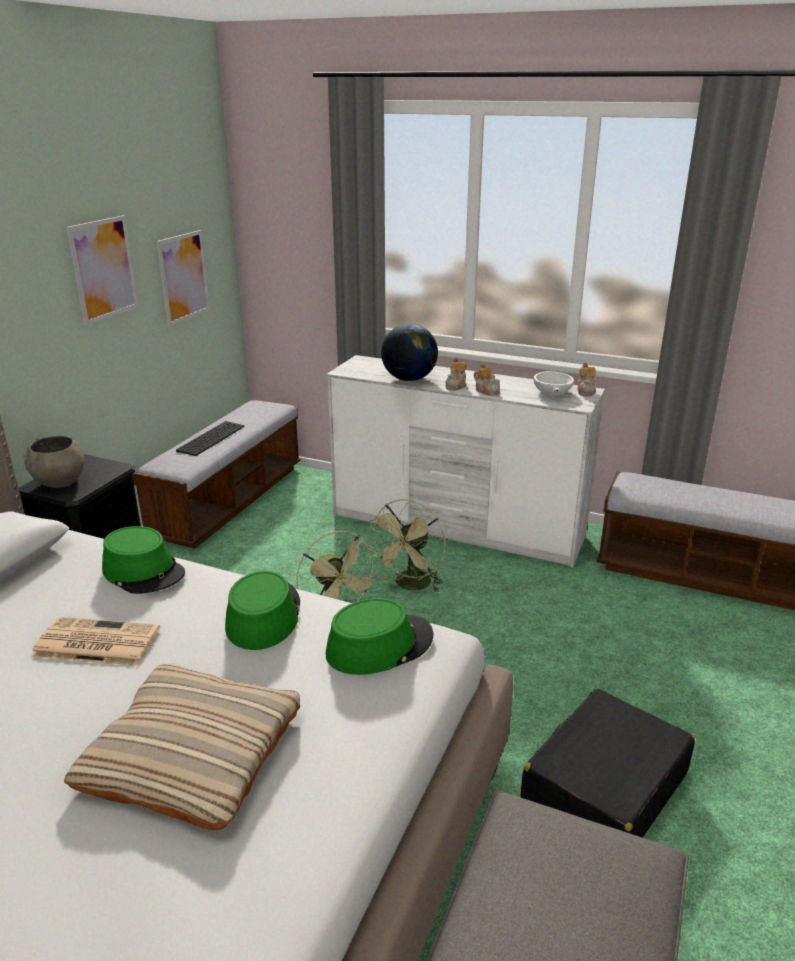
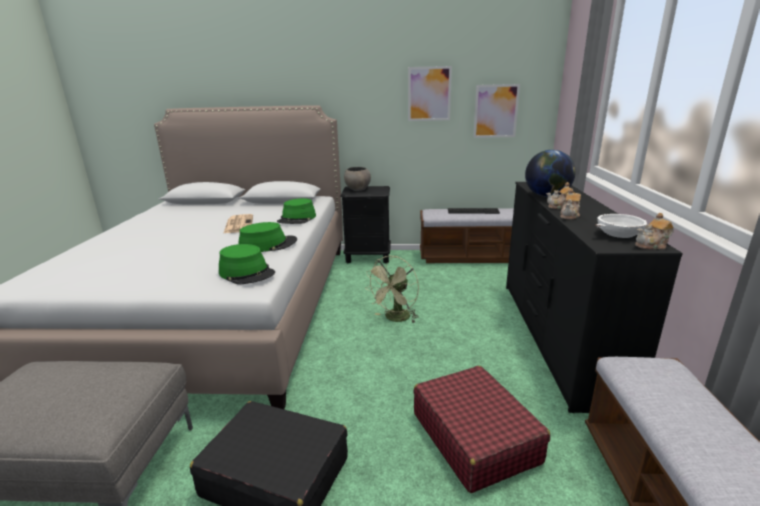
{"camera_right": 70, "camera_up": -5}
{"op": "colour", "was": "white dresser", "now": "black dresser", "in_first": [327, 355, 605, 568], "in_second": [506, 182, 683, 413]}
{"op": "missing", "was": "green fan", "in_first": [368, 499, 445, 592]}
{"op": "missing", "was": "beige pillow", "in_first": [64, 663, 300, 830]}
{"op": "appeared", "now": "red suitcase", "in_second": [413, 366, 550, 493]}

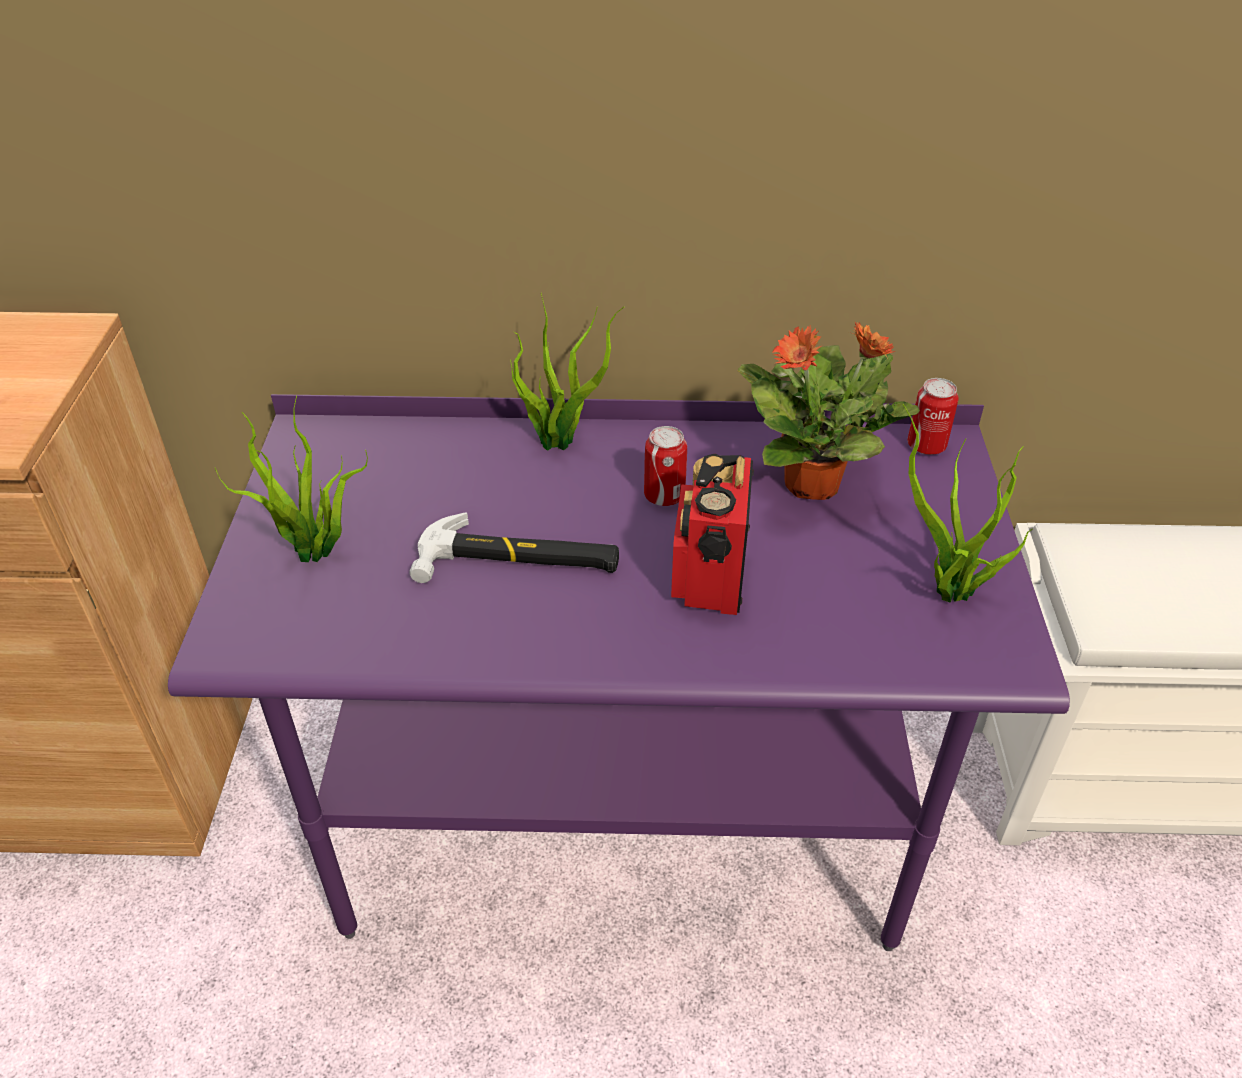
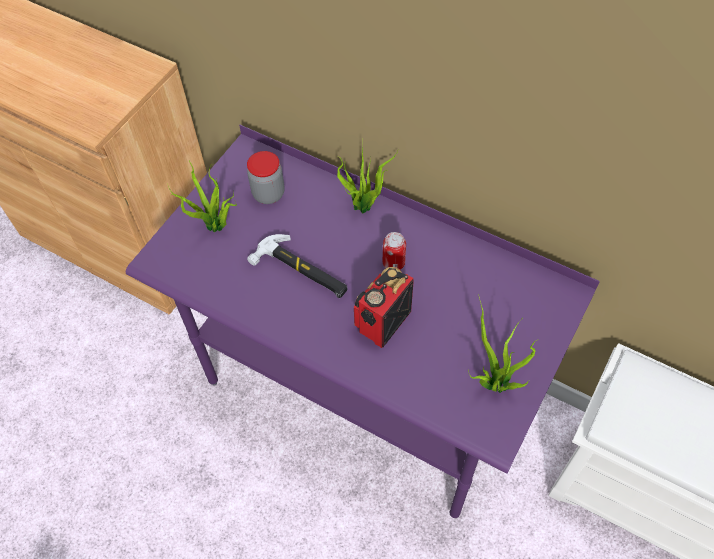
{"camera_right": 30, "camera_up": 15}
{"op": "missing", "was": "potted plant", "in_first": [737, 322, 920, 500]}
{"op": "missing", "was": "can", "in_first": [907, 378, 958, 455]}
{"op": "appeared", "now": "jar", "in_second": [247, 151, 284, 204]}

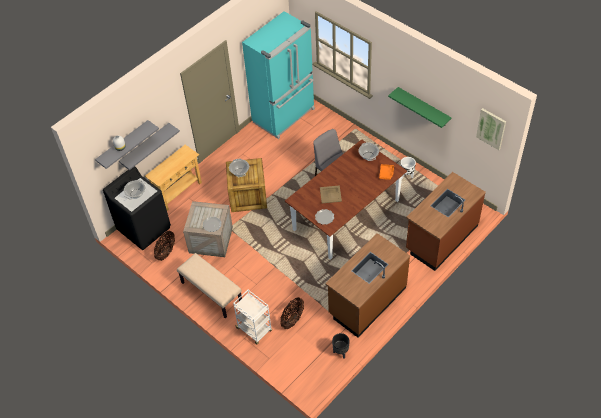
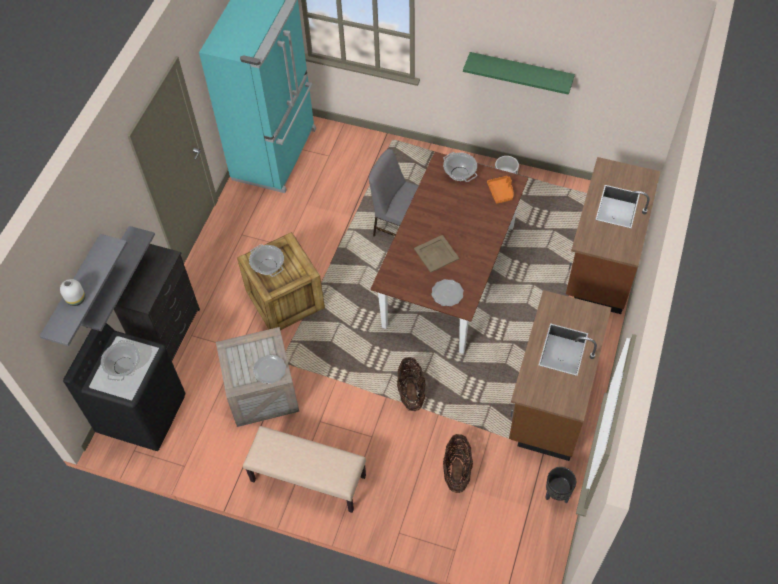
{"camera_right": -25, "camera_up": 5}
{"op": "missing", "was": "picture", "in_first": [476, 108, 506, 150]}
{"op": "exchanged", "was": "beige console table", "now": "black dresser", "in_first": [145, 145, 202, 211], "in_second": [114, 244, 200, 361]}
{"op": "relocated", "was": "basket", "in_first": [154, 231, 175, 261], "in_second": [397, 357, 426, 411]}
{"op": "missing", "was": "white cart", "in_first": [233, 290, 272, 344]}

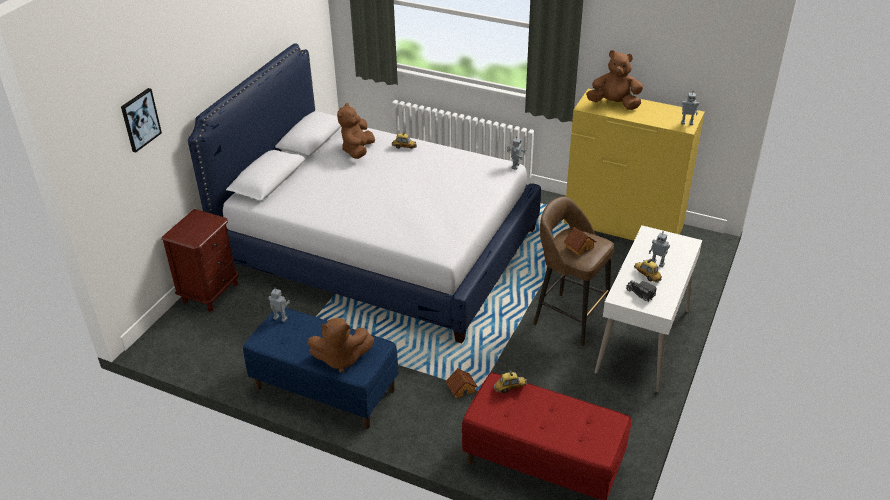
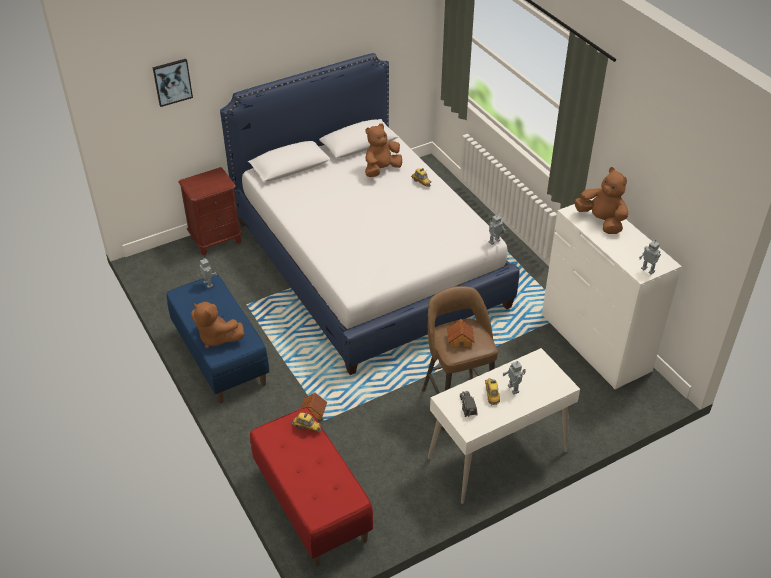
{"camera_right": 35, "camera_up": 5}
{"op": "colour", "was": "yellow dresser", "now": "white dresser", "in_first": [564, 89, 705, 241], "in_second": [542, 197, 682, 390]}

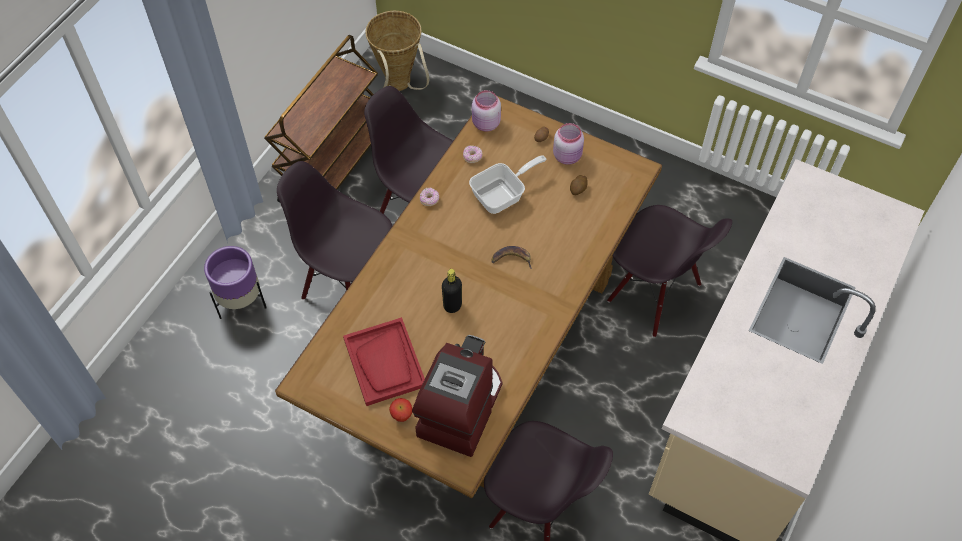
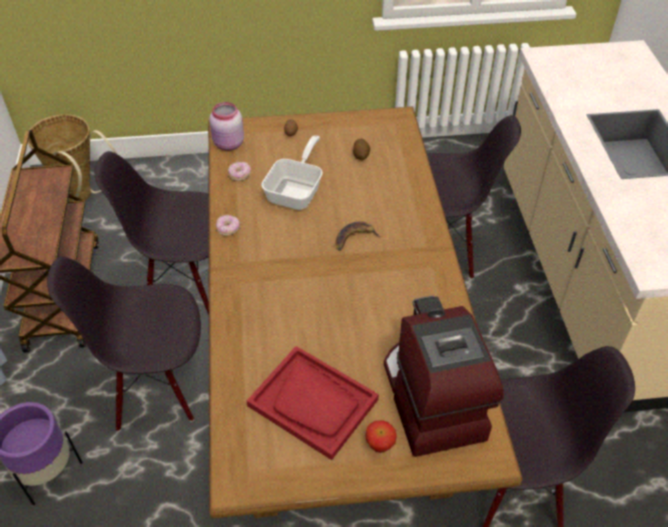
{"camera_right": -35, "camera_up": -10}
{"op": "missing", "was": "pink jar", "in_first": [553, 123, 584, 165]}
{"op": "missing", "was": "black bottle", "in_first": [442, 269, 462, 313]}

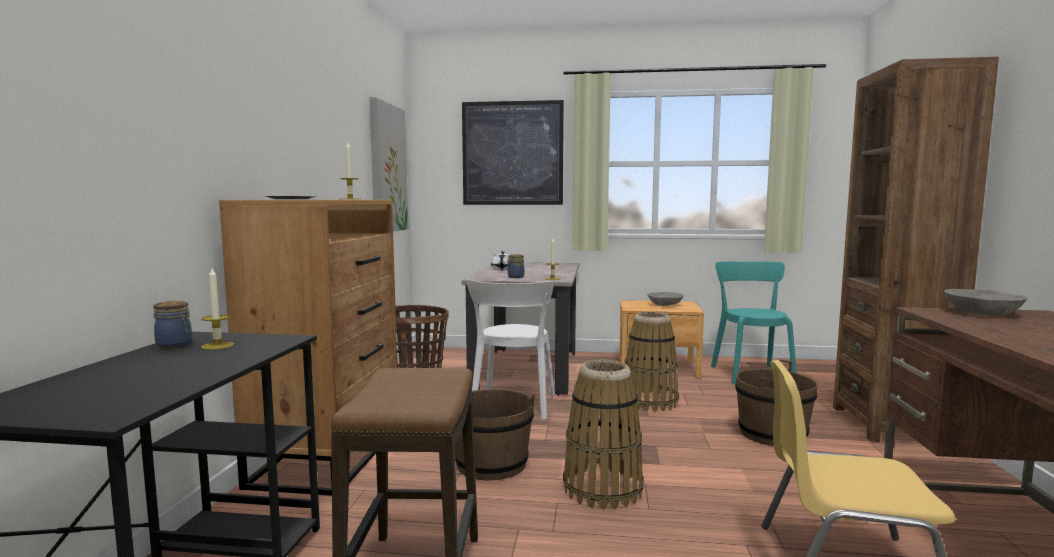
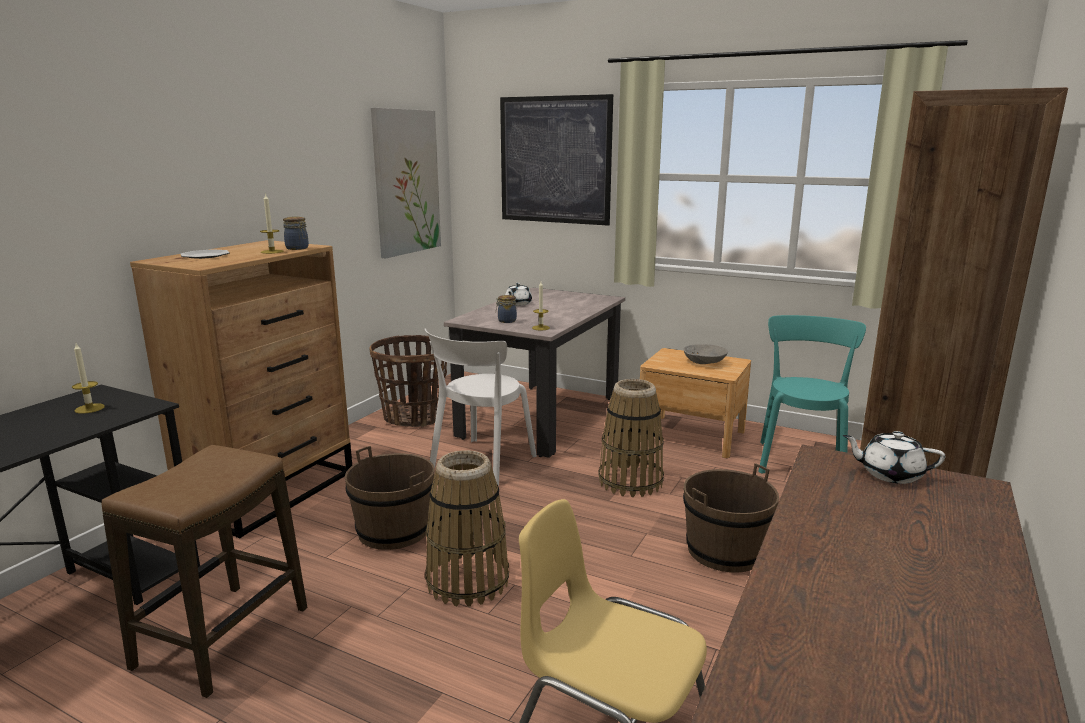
{"camera_right": 20, "camera_up": 10}
{"op": "exchanged", "was": "grey bowl", "now": "white teapot", "in_first": [944, 289, 1027, 315], "in_second": [843, 431, 945, 484]}
{"op": "relocated", "was": "jar", "in_first": [153, 301, 192, 349], "in_second": [283, 216, 309, 250]}

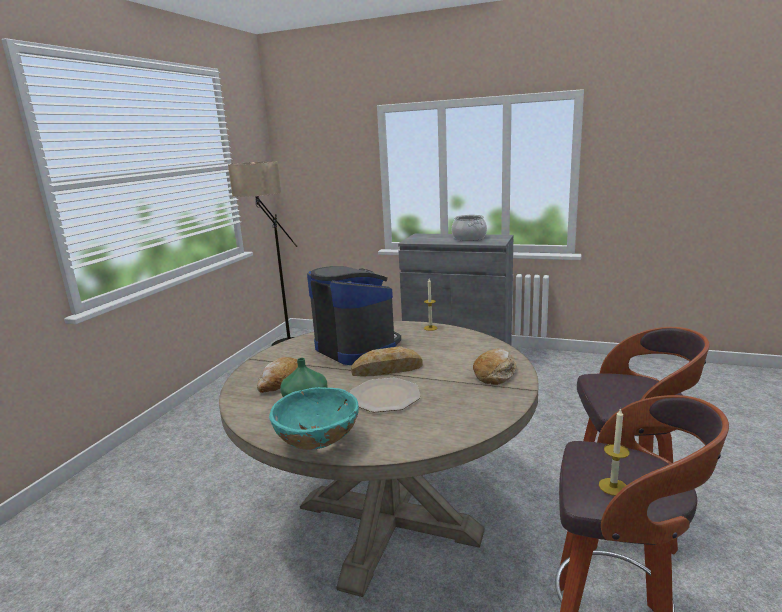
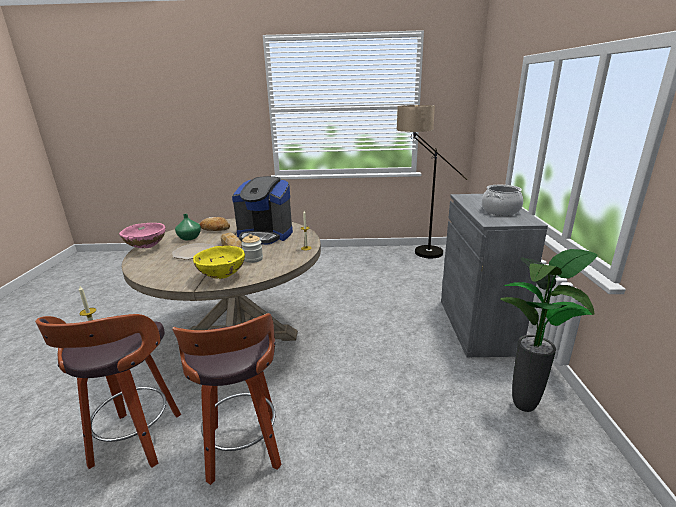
{"camera_right": 70, "camera_up": 5}
{"op": "spun", "was": "coffee machine", "in_first": [307, 266, 401, 365], "in_second": [232, 176, 293, 245], "clockwise": 75}
{"op": "exchanged", "was": "bread", "now": "yellow bowl", "in_first": [473, 348, 517, 385], "in_second": [193, 246, 245, 279]}
{"op": "colour", "was": "turquoise bowl", "now": "pink bowl", "in_first": [269, 387, 359, 450], "in_second": [119, 223, 166, 248]}
{"op": "appeared", "now": "jar", "in_second": [241, 234, 263, 263]}
{"op": "appeared", "now": "potted plant", "in_second": [500, 249, 597, 412]}

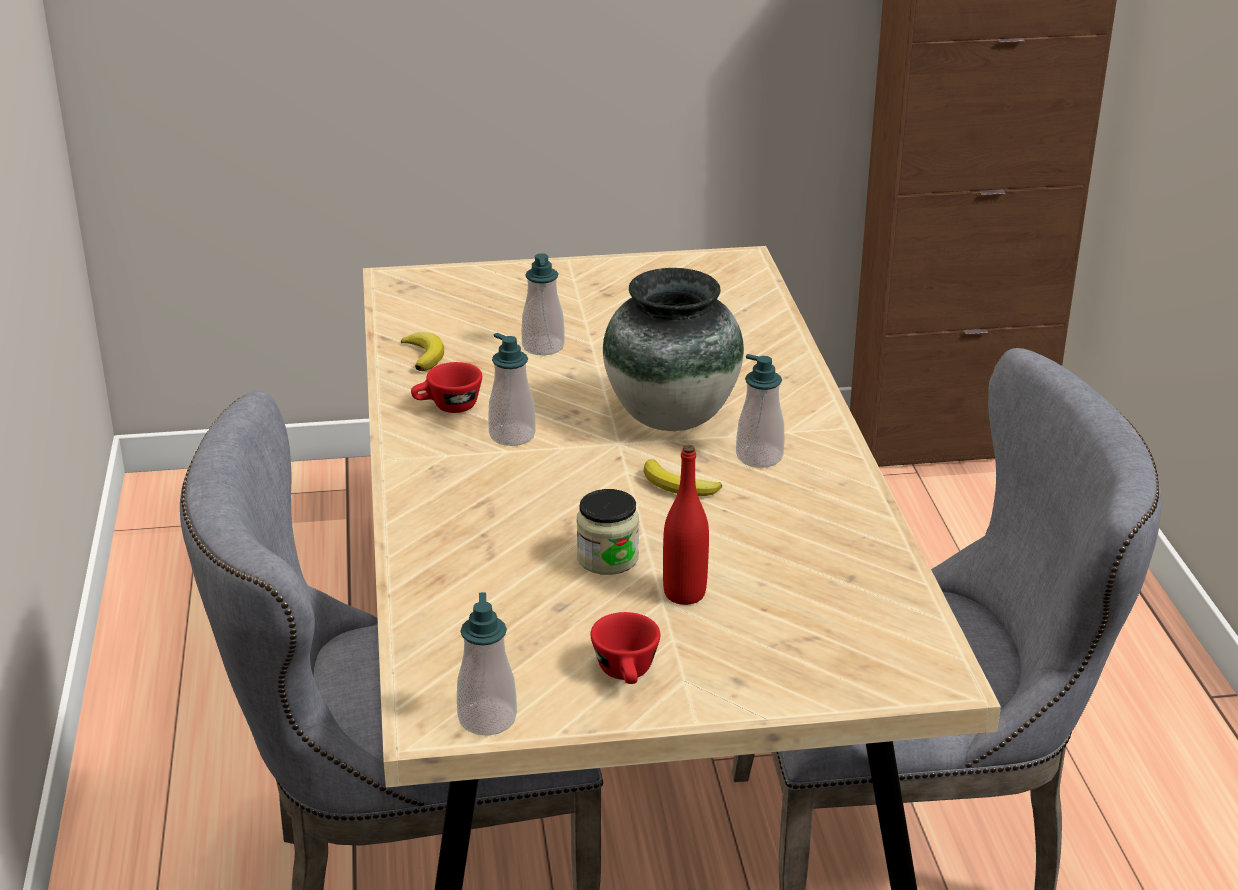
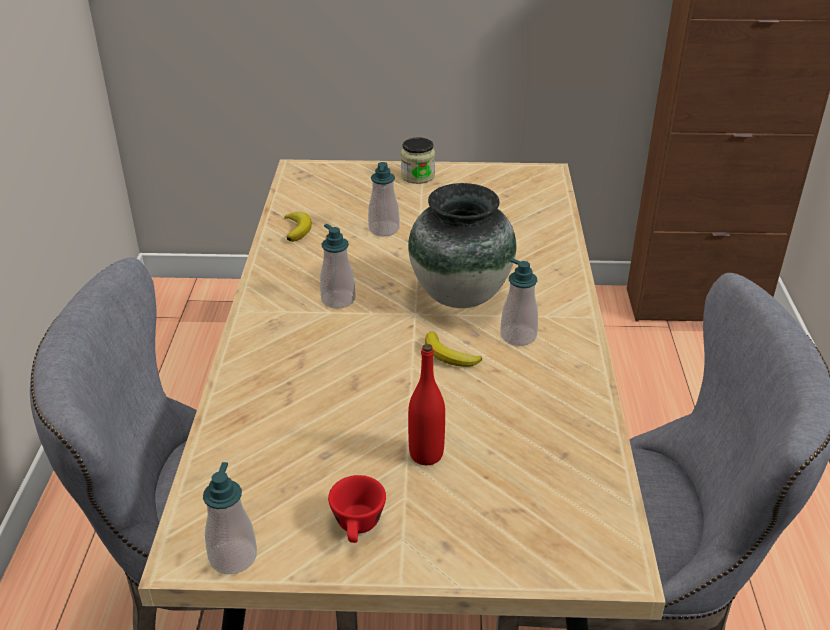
{"camera_right": 10, "camera_up": 5}
{"op": "missing", "was": "red cup", "in_first": [411, 362, 482, 413]}
{"op": "relocated", "was": "jar", "in_first": [577, 489, 639, 575], "in_second": [401, 137, 435, 184]}

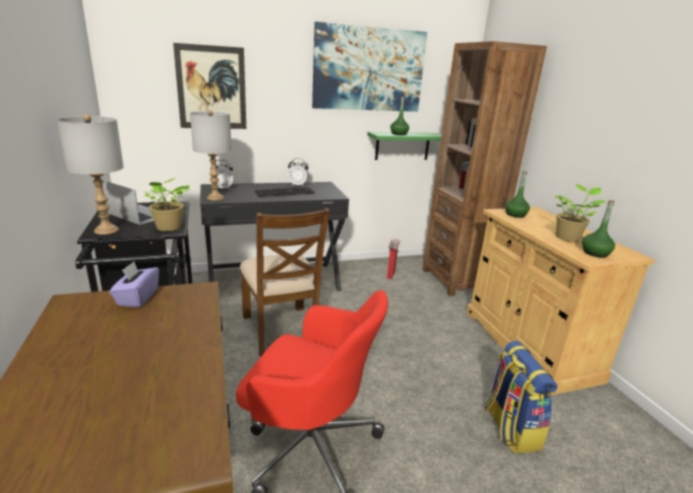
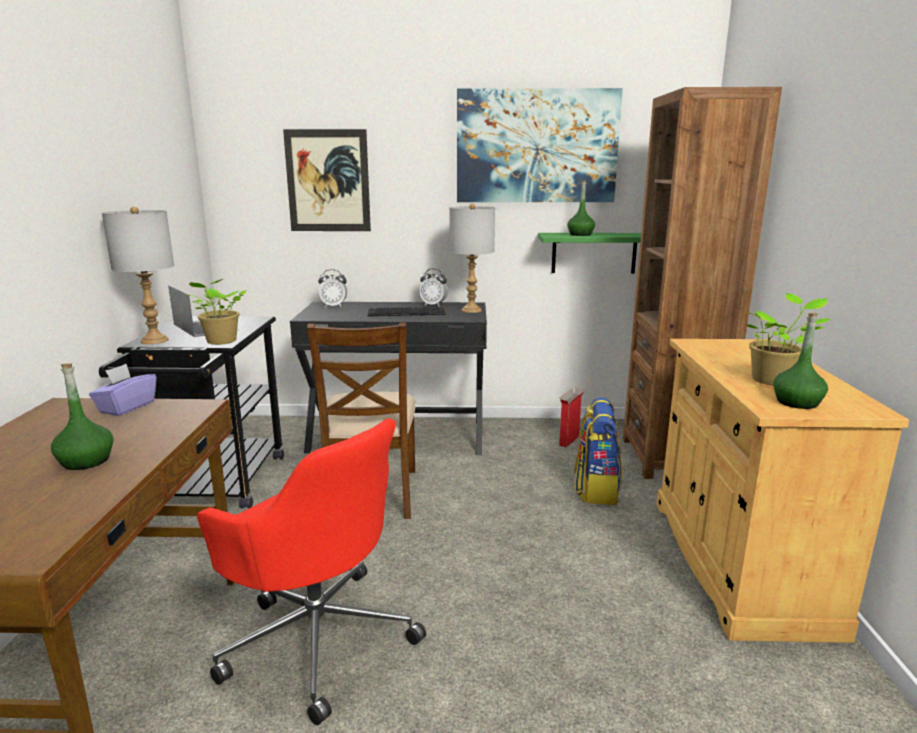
{"camera_right": 20, "camera_up": -5}
{"op": "relocated", "was": "grey table lamp", "in_first": [190, 110, 232, 200], "in_second": [449, 203, 495, 313]}
{"op": "relocated", "was": "green bottle", "in_first": [505, 171, 530, 218], "in_second": [51, 363, 114, 470]}
{"op": "relocated", "was": "backpack", "in_first": [484, 341, 557, 453], "in_second": [574, 397, 622, 505]}

